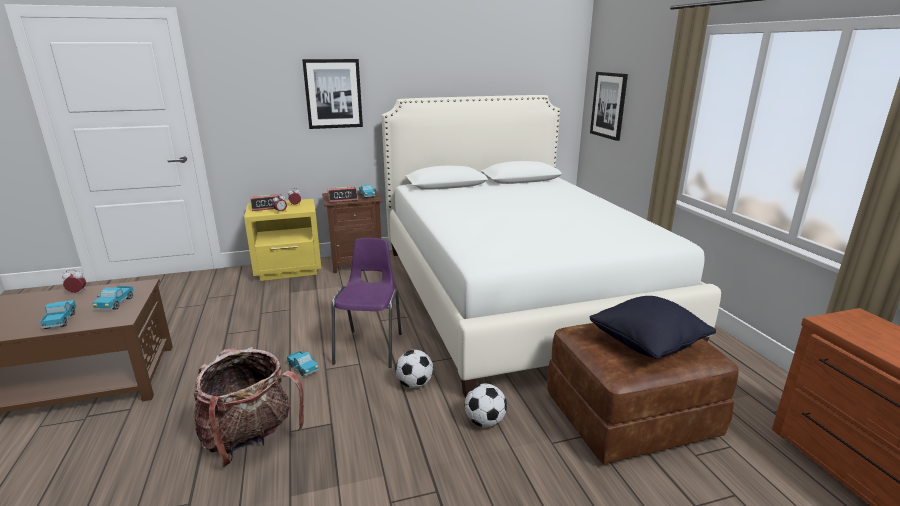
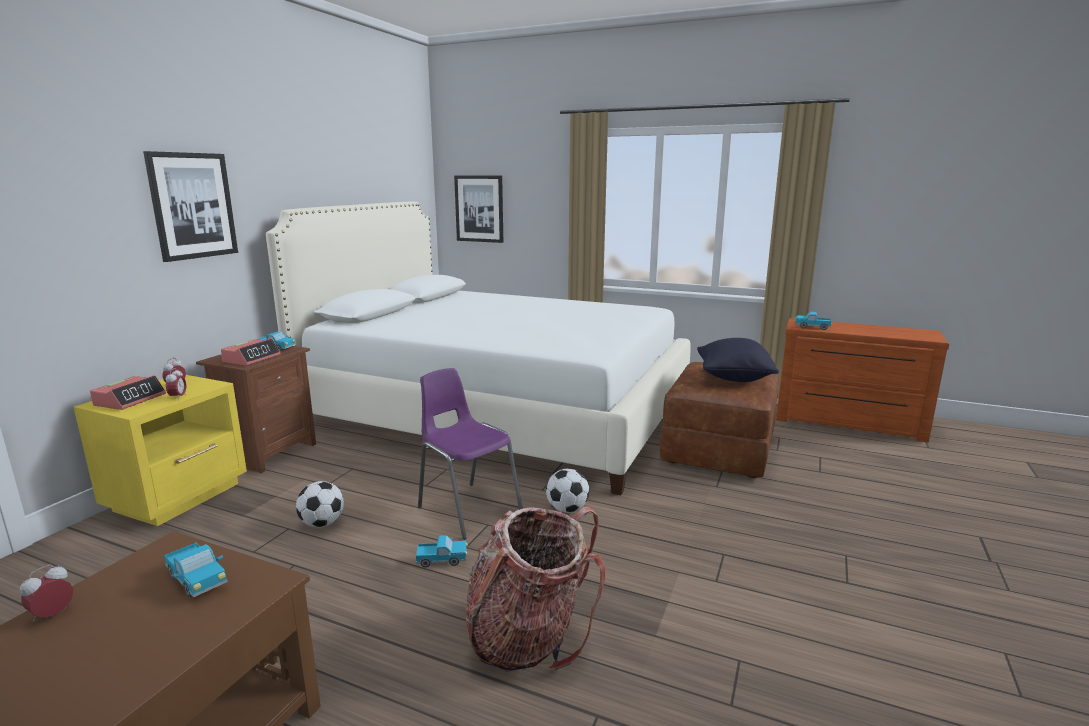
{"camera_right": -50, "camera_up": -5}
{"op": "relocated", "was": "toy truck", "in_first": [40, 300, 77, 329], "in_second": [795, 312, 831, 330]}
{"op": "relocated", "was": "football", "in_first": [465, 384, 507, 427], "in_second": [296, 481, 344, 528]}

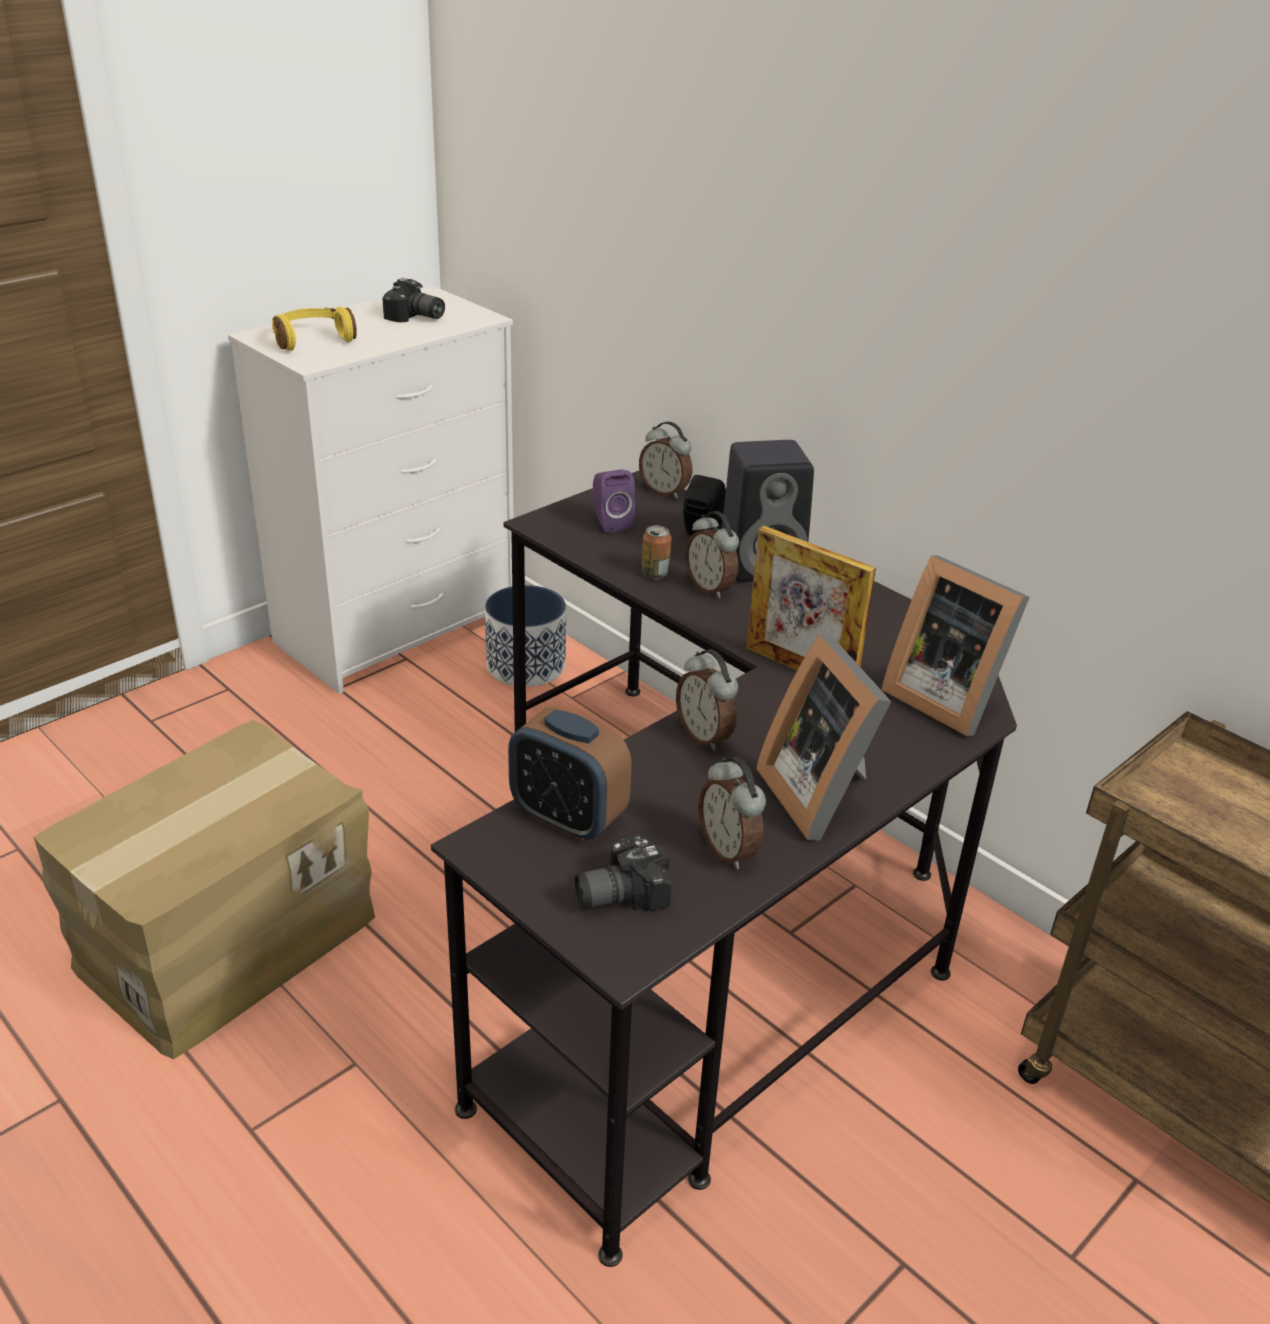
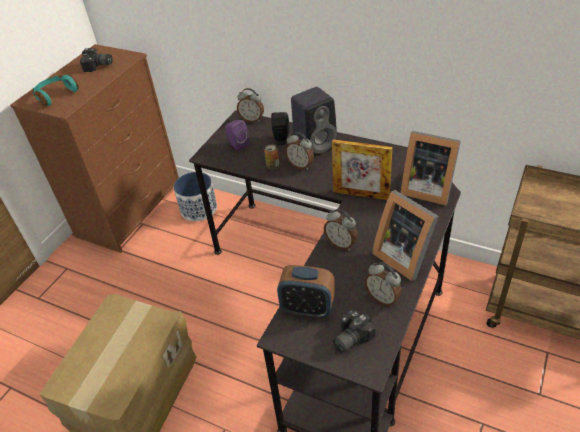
{"camera_right": -15, "camera_up": 10}
{"op": "colour", "was": "white dresser", "now": "brown dresser", "in_first": [228, 286, 513, 694], "in_second": [10, 44, 179, 253]}
{"op": "colour", "was": "yellow headphones", "now": "turquoise headphones", "in_first": [272, 307, 357, 351], "in_second": [32, 74, 79, 106]}

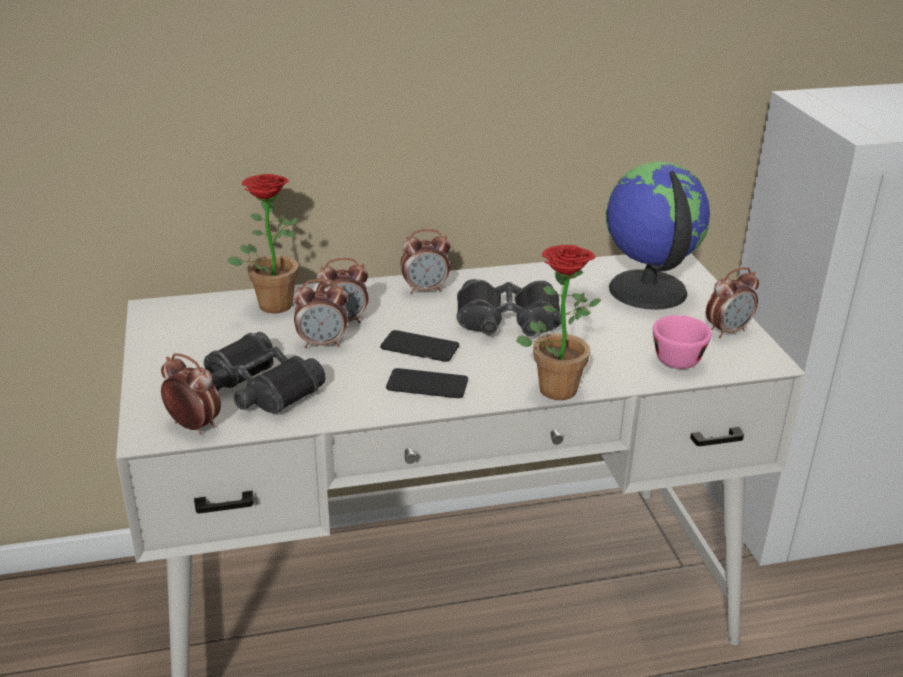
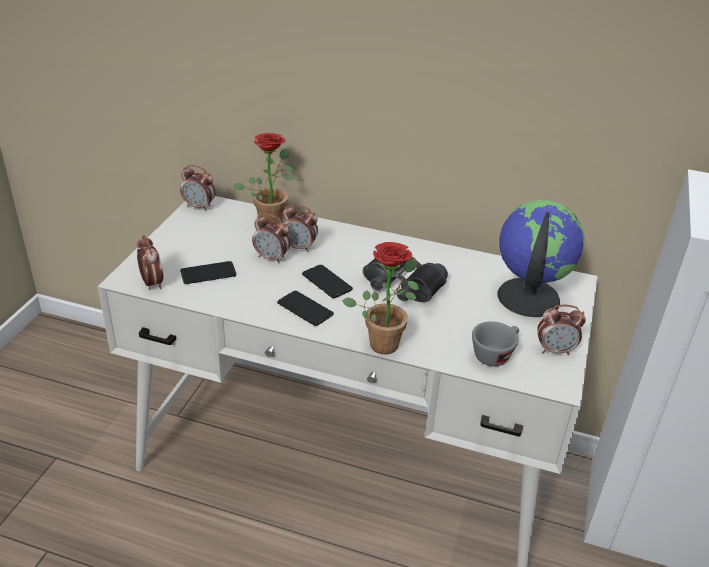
{"camera_right": 30, "camera_up": 5}
{"op": "relocated", "was": "alarm clock", "in_first": [401, 229, 450, 294], "in_second": [180, 165, 216, 211]}
{"op": "colour", "was": "pink cup", "now": "grey cup", "in_first": [653, 315, 712, 369], "in_second": [472, 321, 519, 366]}
{"op": "exchanged", "was": "black binoculars", "now": "phone", "in_first": [204, 332, 325, 413], "in_second": [180, 261, 237, 284]}

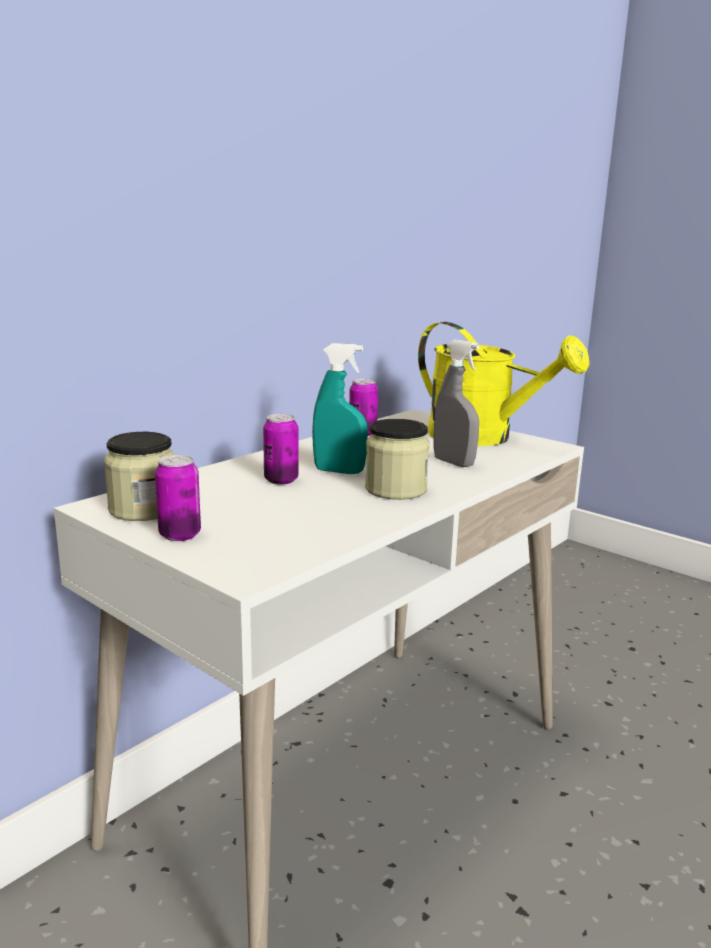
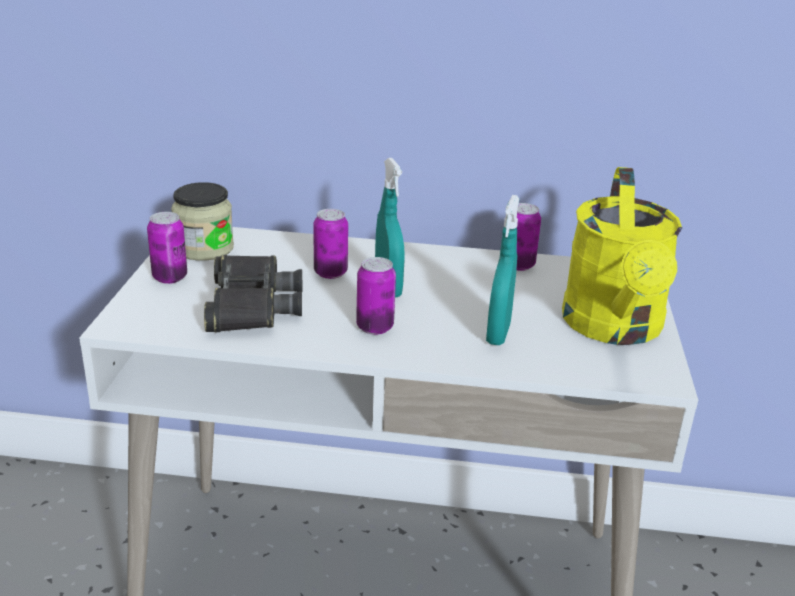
{"camera_right": 55, "camera_up": 10}
{"op": "colour", "was": "grey spray bottle", "now": "turquoise spray bottle", "in_first": [433, 340, 480, 467], "in_second": [486, 195, 519, 345]}
{"op": "exchanged", "was": "jar", "now": "can", "in_first": [365, 419, 430, 500], "in_second": [356, 257, 396, 335]}
{"op": "appeared", "now": "black binoculars", "in_second": [204, 255, 302, 332]}

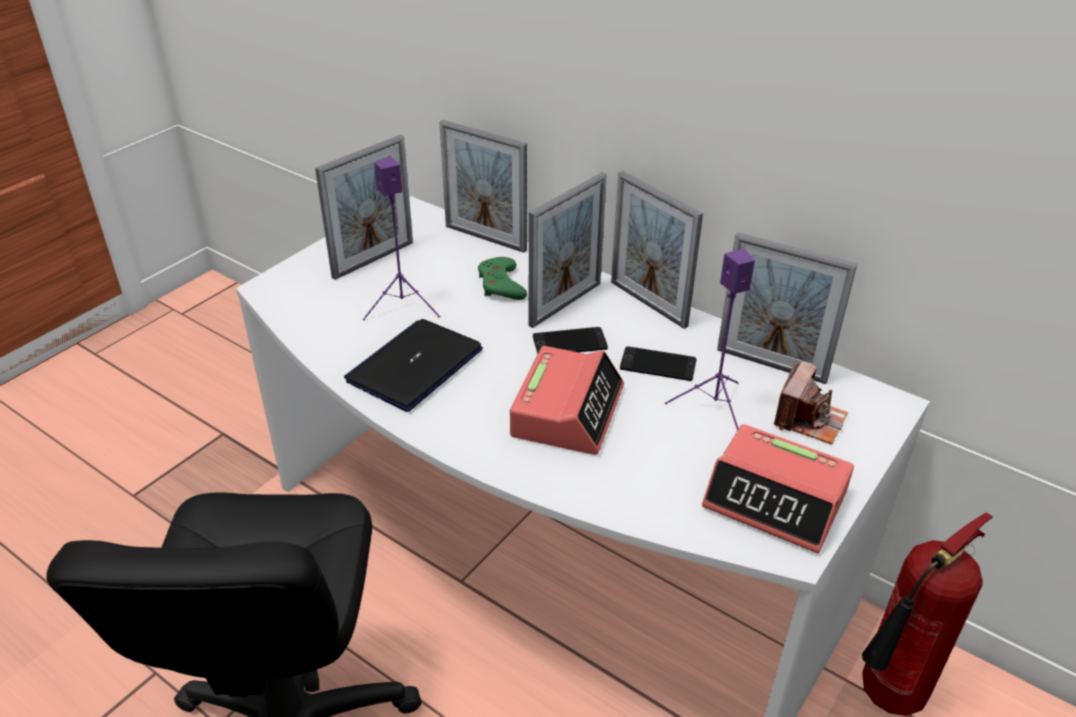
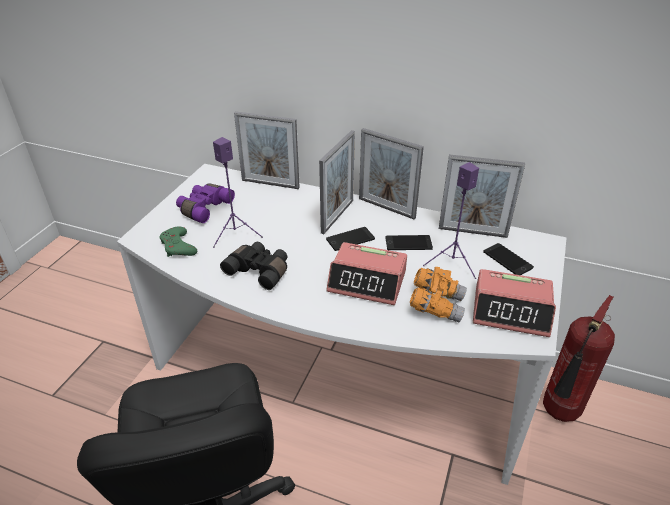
{"camera_right": -15, "camera_up": 0}
{"op": "exchanged", "was": "picture frame", "now": "purple binoculars", "in_first": [315, 135, 413, 280], "in_second": [176, 183, 235, 223]}
{"op": "relocated", "was": "green game controller", "in_first": [478, 257, 527, 300], "in_second": [160, 227, 197, 257]}
{"op": "exchanged", "was": "laptop", "now": "black binoculars", "in_first": [344, 319, 483, 412], "in_second": [220, 242, 287, 290]}
{"op": "spun", "was": "alarm clock", "in_first": [510, 346, 624, 455], "in_second": [327, 242, 407, 305], "clockwise": 105}
{"op": "exchanged", "was": "photo camera", "now": "phone", "in_first": [774, 360, 848, 444], "in_second": [483, 243, 534, 275]}
{"op": "appeared", "now": "orange binoculars", "in_second": [410, 267, 467, 322]}

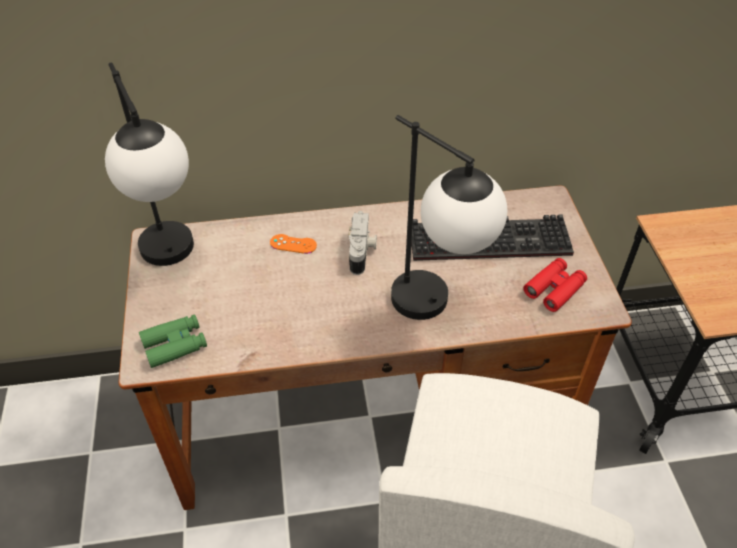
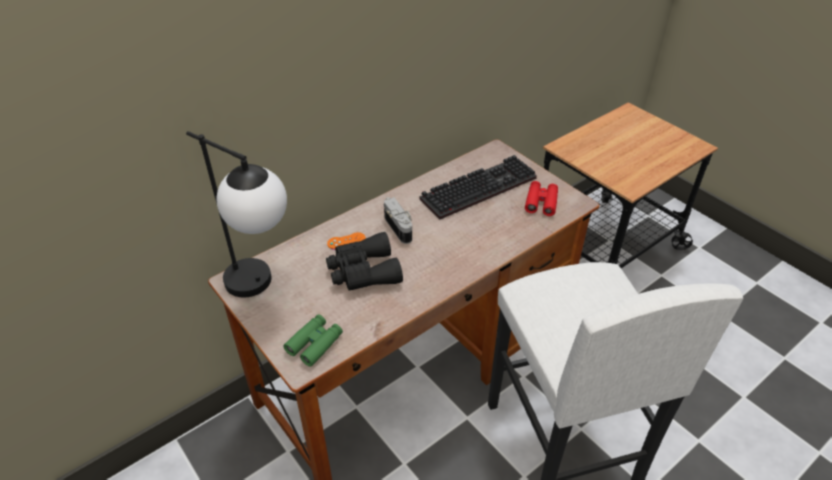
{"camera_right": -30, "camera_up": -5}
{"op": "missing", "was": "table lamp", "in_first": [391, 115, 507, 320]}
{"op": "appeared", "now": "black binoculars", "in_second": [326, 232, 403, 291]}

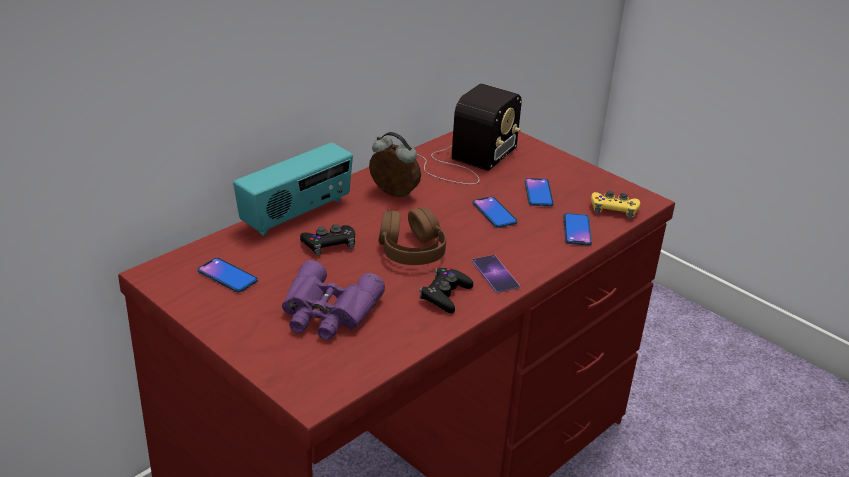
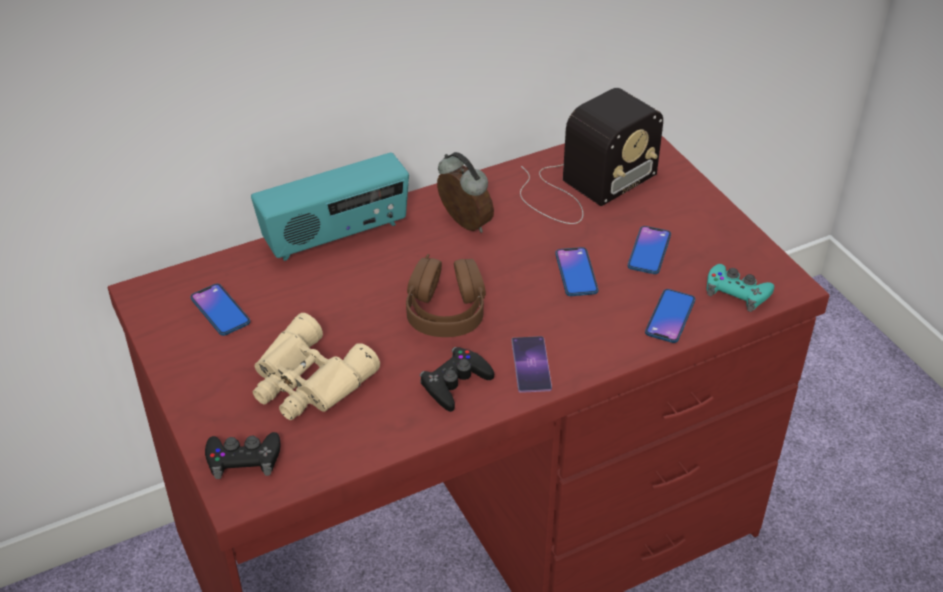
{"camera_right": 20, "camera_up": 10}
{"op": "colour", "was": "yellow game controller", "now": "turquoise game controller", "in_first": [591, 191, 640, 219], "in_second": [707, 264, 774, 312]}
{"op": "relocated", "was": "black game controller", "in_first": [300, 224, 355, 255], "in_second": [205, 432, 281, 479]}
{"op": "colour", "was": "purple binoculars", "now": "beige binoculars", "in_first": [282, 260, 385, 340], "in_second": [253, 313, 380, 420]}

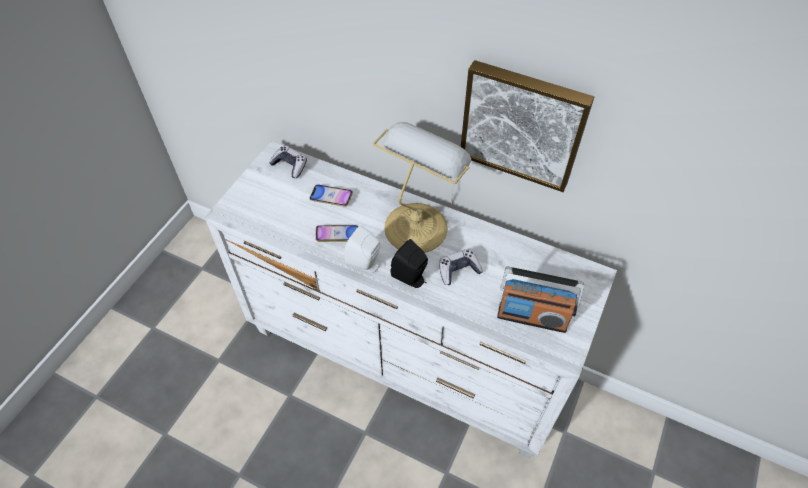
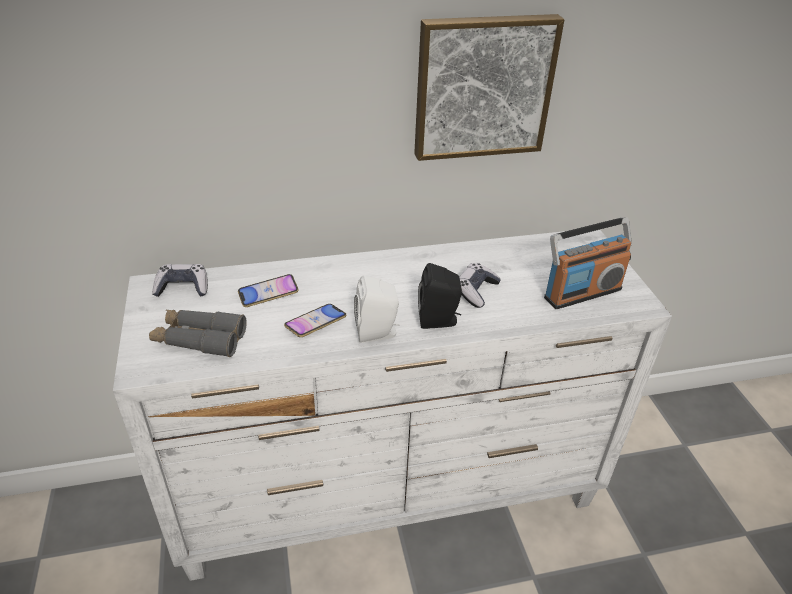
{"camera_right": -40, "camera_up": -15}
{"op": "missing", "was": "table lamp", "in_first": [373, 122, 471, 253]}
{"op": "appeared", "now": "grey binoculars", "in_second": [149, 310, 247, 357]}

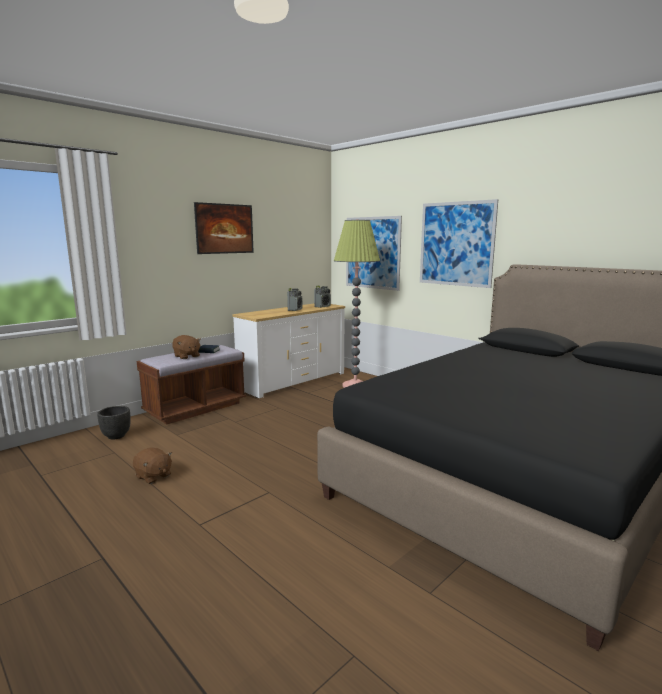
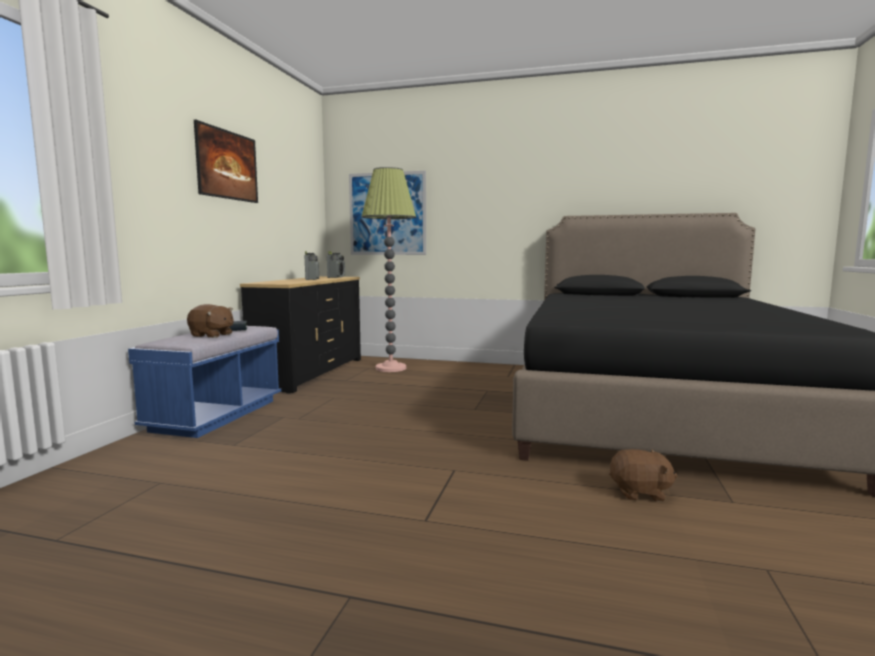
{"camera_right": -30, "camera_up": -5}
{"op": "missing", "was": "picture", "in_first": [420, 199, 498, 288]}
{"op": "colour", "was": "white dresser", "now": "black dresser", "in_first": [232, 304, 345, 398], "in_second": [240, 276, 361, 394]}
{"op": "colour", "was": "brown bench", "now": "blue bench", "in_first": [137, 345, 246, 425], "in_second": [128, 326, 281, 438]}
{"op": "missing", "was": "black planter", "in_first": [97, 406, 131, 440]}
{"op": "relocated", "was": "brown plush toy", "in_first": [133, 448, 172, 484], "in_second": [609, 449, 677, 501]}

